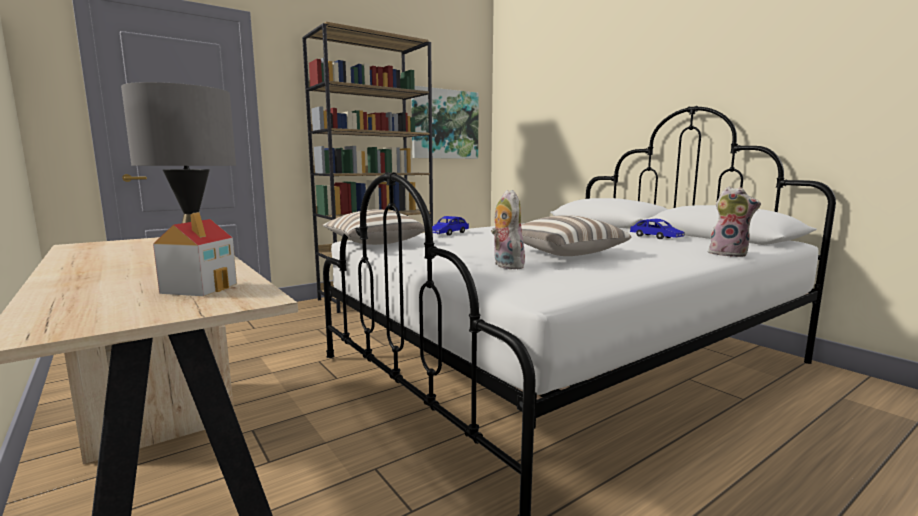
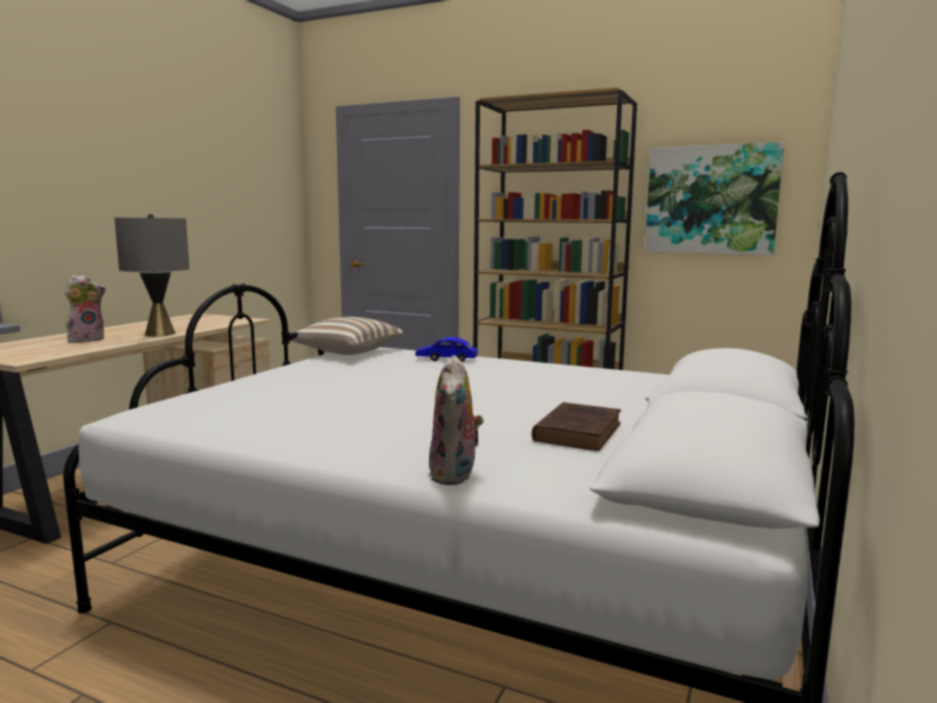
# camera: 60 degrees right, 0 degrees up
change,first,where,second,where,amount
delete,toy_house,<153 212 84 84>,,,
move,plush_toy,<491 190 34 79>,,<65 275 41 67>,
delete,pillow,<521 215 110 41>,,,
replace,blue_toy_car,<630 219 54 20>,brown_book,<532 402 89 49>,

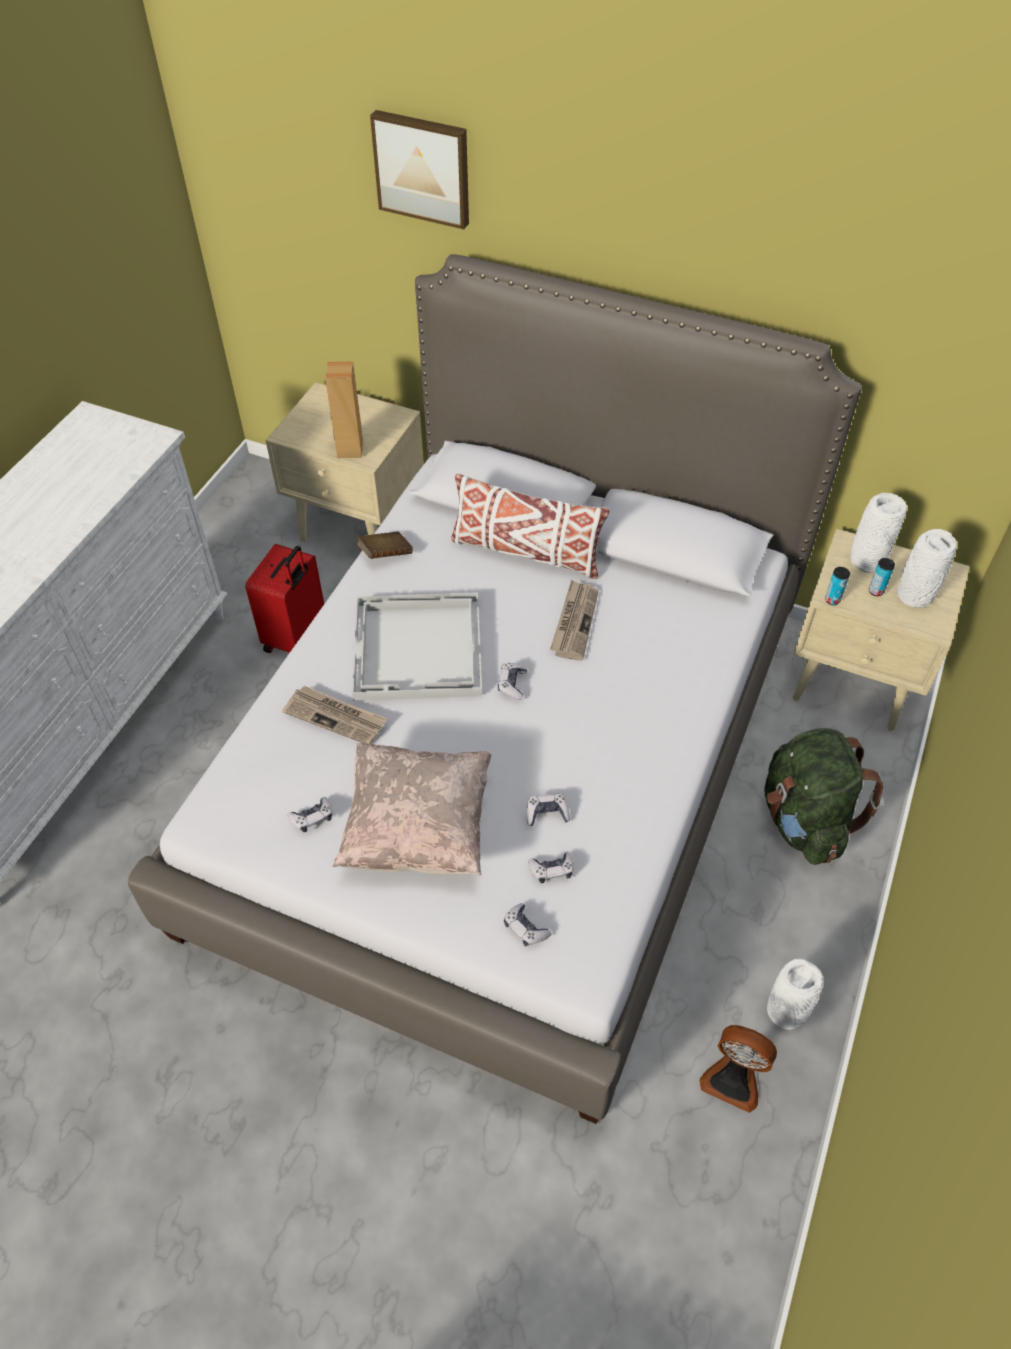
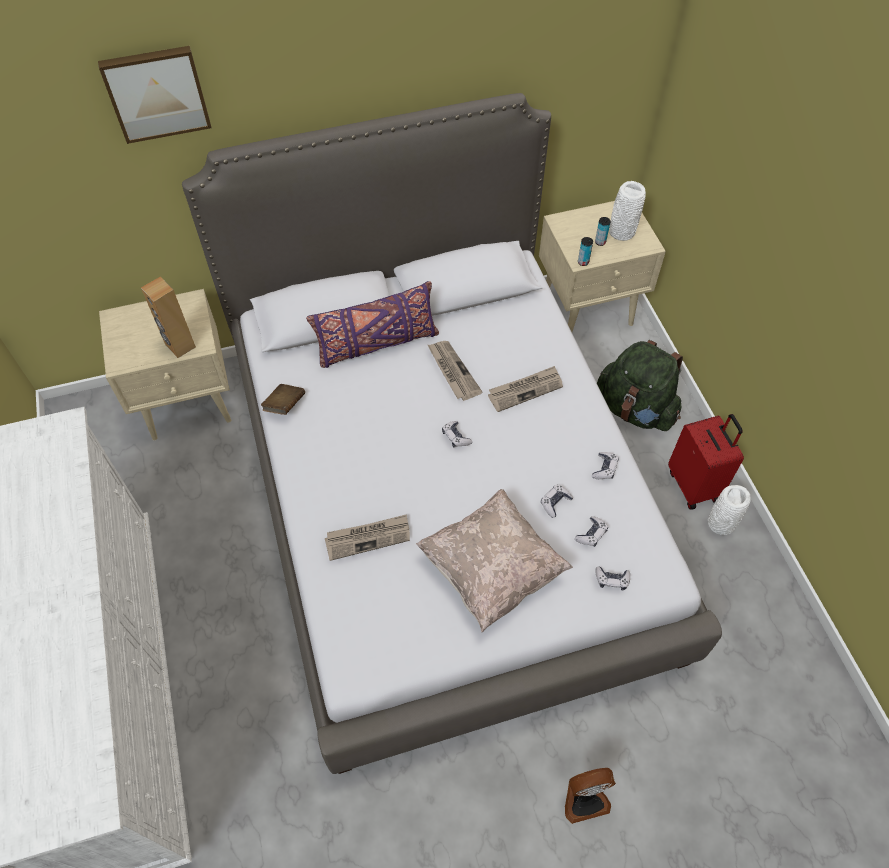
# camera: 40 degrees left, 5 degrees up
change,first,where,second,where,amount
move,red_suitcase,<245 544 79 109>,,<668 414 76 96>,
move,game_controller,<288 797 44 35>,,<592 452 27 27>,
delete,white_tray,<352 592 130 109>,,,
recolor,white_pillow,<451 474 158 105>,purple_pillow,<306 281 133 87>,
move,fan,<699 1025 78 88>,,<565 768 51 56>,
delete,white_vase,<850 493 57 80>,,,
insert,,,newspaper,<488 366 75 46>,

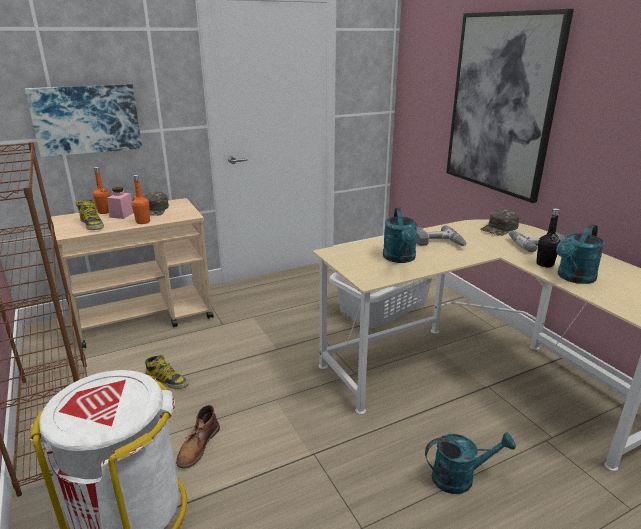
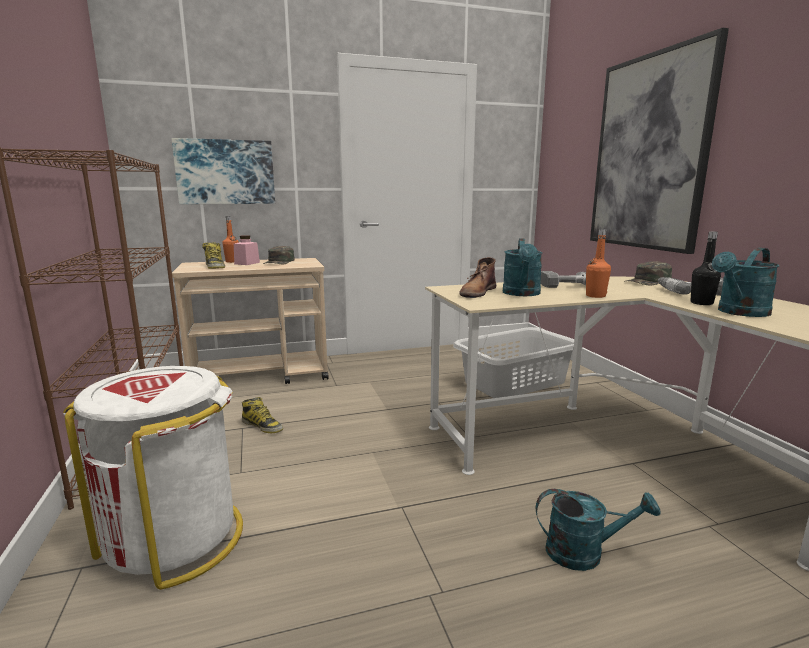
# camera: 10 degrees right, 10 degrees down
change,first,where,second,where,amount
move,orange_bottle,<131 175 19 49>,,<586 229 25 69>,
move,brown_boot,<176 405 44 64>,,<459 257 37 41>,

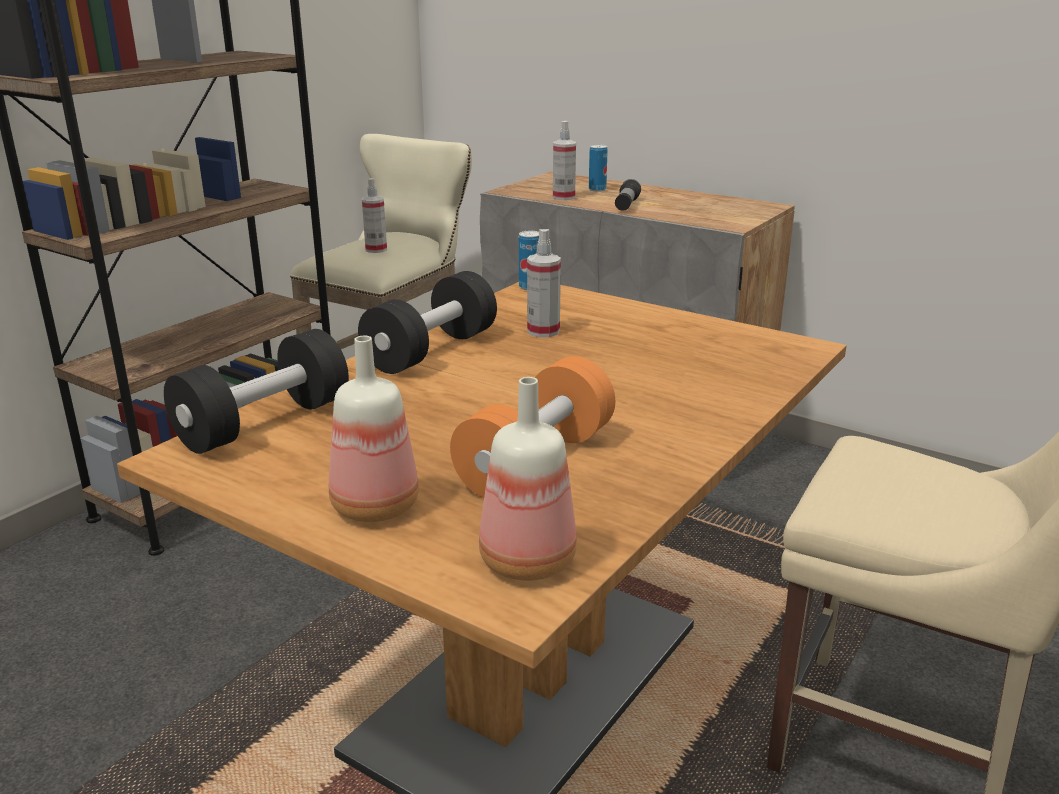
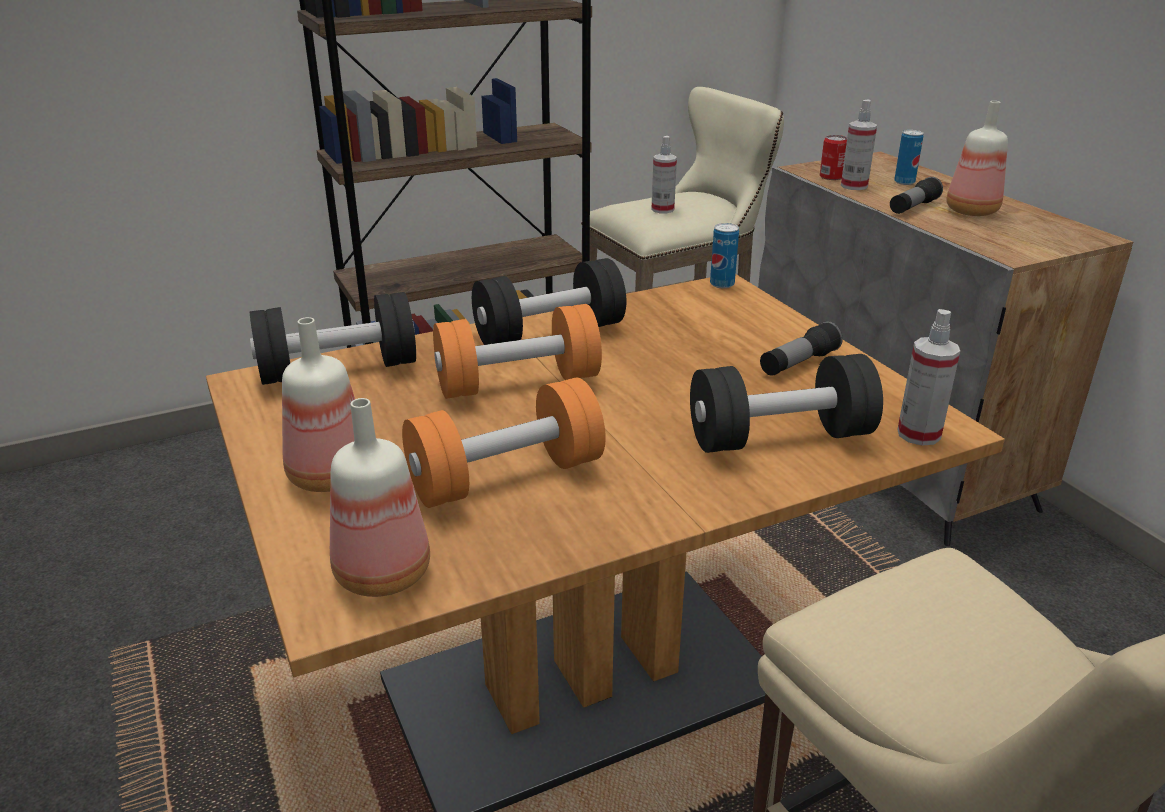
# camera: 30 degrees right, 5 degrees up
change,first,where,second,where,amount
move,spray_bottle,<527 229 34 108>,,<897 309 63 137>,
insert,,,orange_dumbbell,<433 304 169 95>,
insert,,,black_dumbbell,<690 354 193 99>,
insert,,,flashlight,<760 321 83 55>,
insert,,,can,<820 135 27 45>,
insert,,,bottle,<946 101 62 115>,

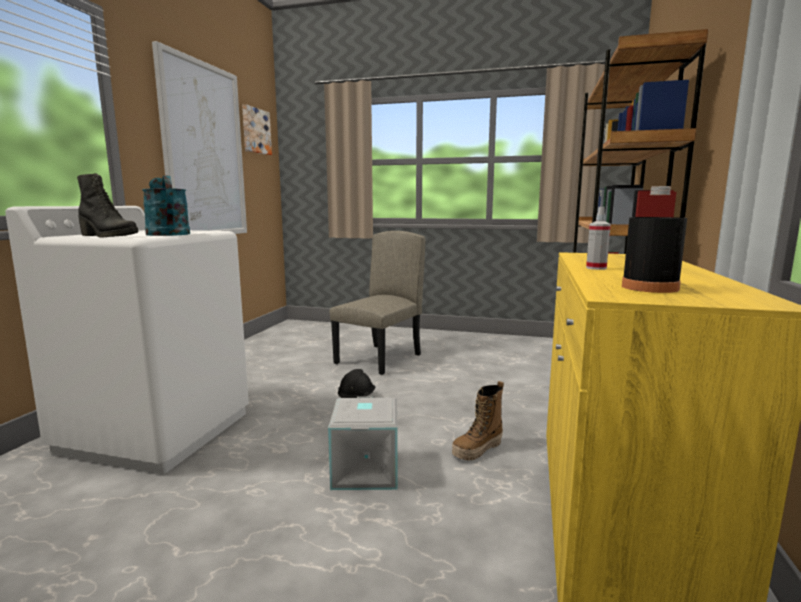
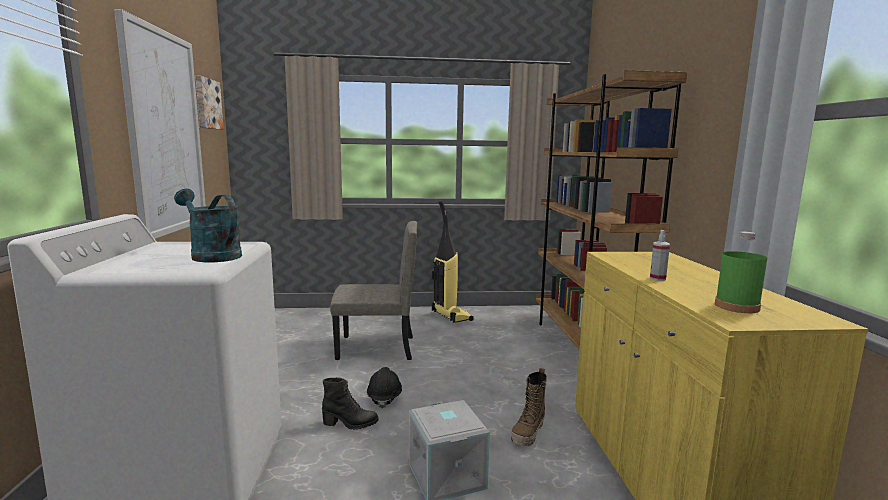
# camera: 20 degrees left, 0 degrees up
change,first,where,second,where,amount
move,black_boot,<77 173 62 65>,,<322 377 57 53>,
rotate,beige_chair,<330 231 95 144>,,<330 221 87 139>,75 degrees clockwise
recolor,black_bottle,<622 186 65 107>,green_bottle,<715 232 52 81>,
insert,,,vacuum_cleaner,<432 200 42 123>,

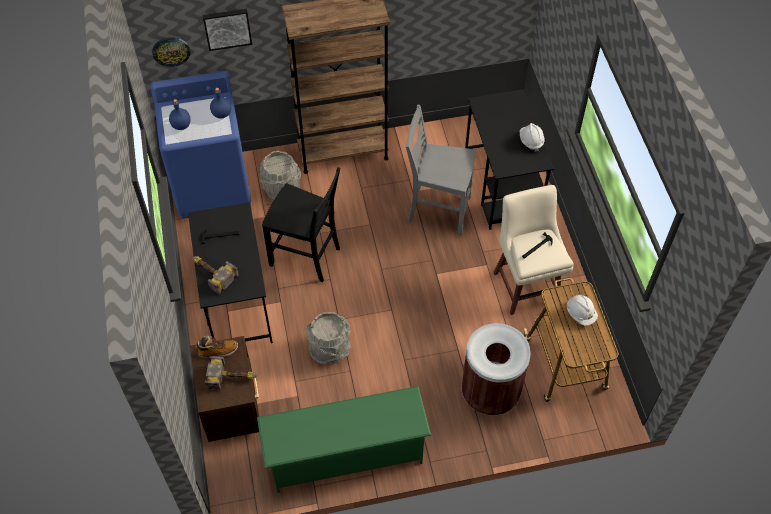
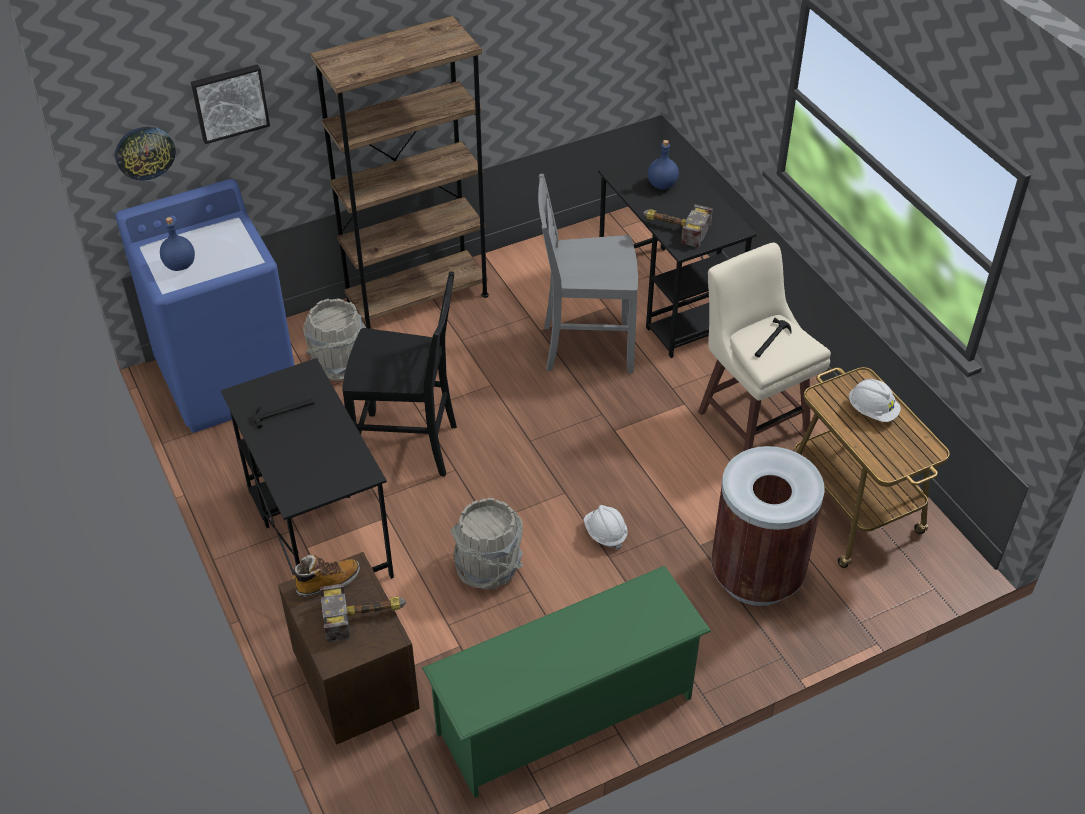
# camera: 15 degrees left, 10 degrees down
change,first,where,second,where,amount
move,hammer,<193 256 46 39>,,<643 204 70 44>,
move,blue_bottle,<210 88 21 30>,,<648 140 31 49>,
move,white_hard_hat,<520 123 24 29>,,<584 505 43 45>,

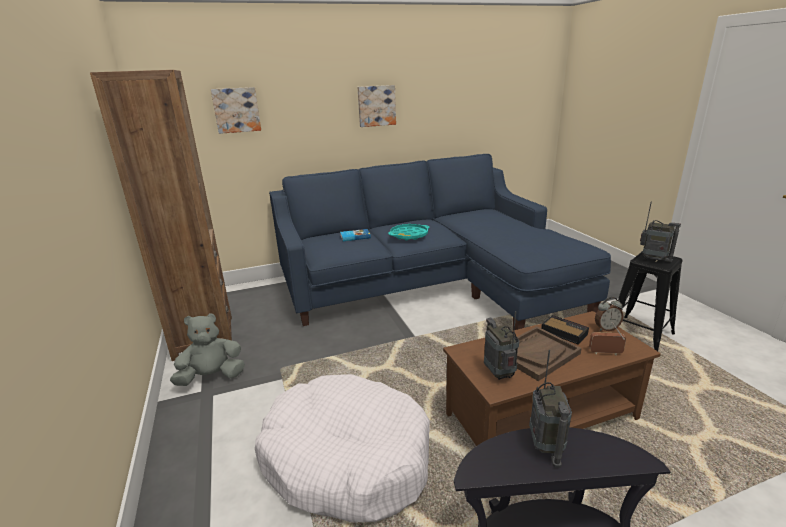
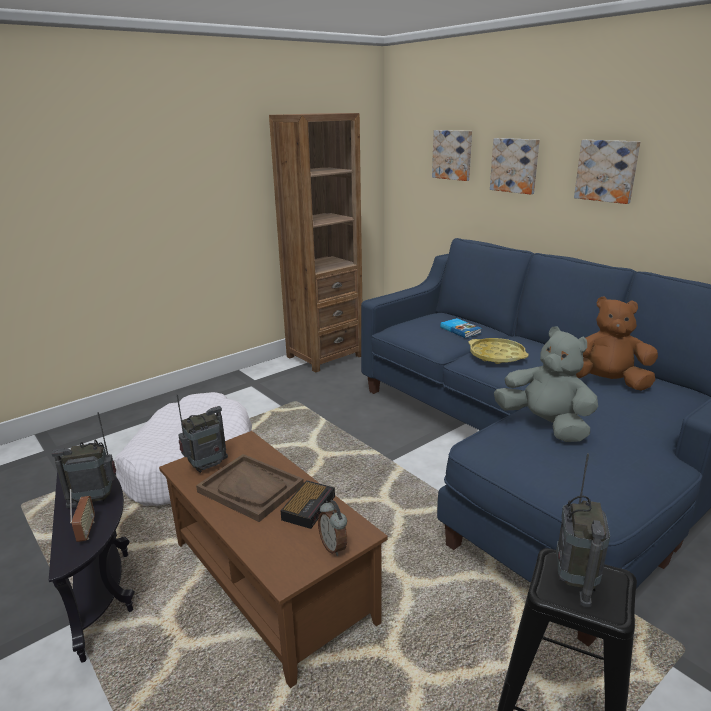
# camera: 70 degrees right, 0 degrees up
change,first,where,second,where,amount
move,grey_plush_toy,<170 313 75 73>,,<494 326 104 116>,
recolor,turquoise_tray,<388 224 41 17>,yellow_tray,<468 338 61 26>,
move,radio,<589 322 37 33>,,<70 489 25 53>,
insert,,,picture,<490 138 50 56>,
insert,,,brown_plush_toy,<576 296 82 95>,

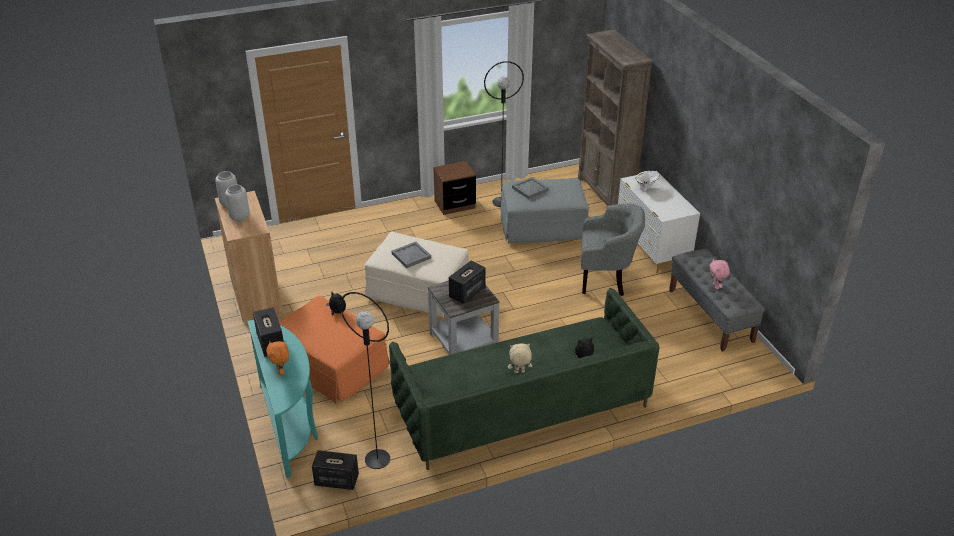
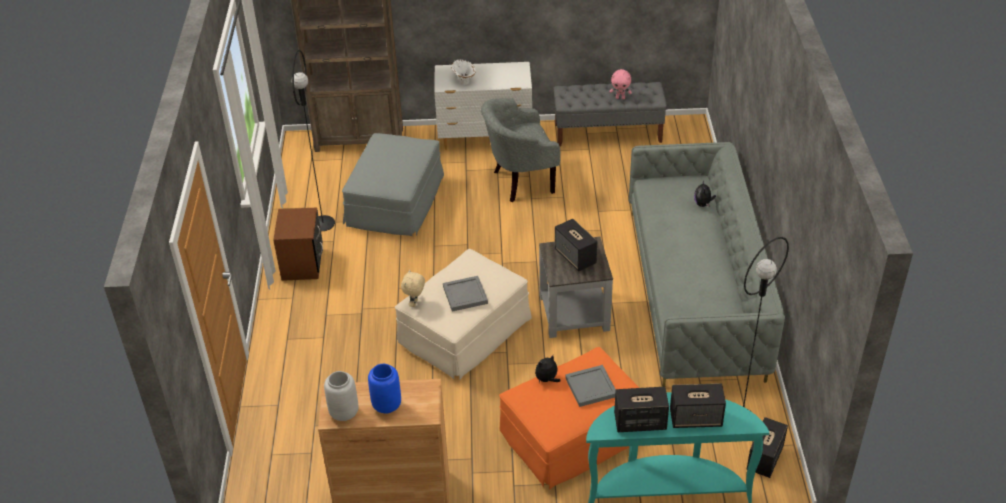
# camera: 70 degrees left, 5 degrees up
change,first,where,second,where,amount
recolor,grey_vase,<225 185 25 36>,blue_vase,<368 364 33 50>,
replace,orange_plush_toy,<266 341 23 34>,speaker,<670 383 56 45>,
recolor,green_sofa,<389 288 270 182>,grey_sofa,<629 142 156 245>,
move,beige_plush_toy,<508 344 24 29>,,<401 270 24 37>,
move,grey_tray,<512 177 37 22>,,<565 365 51 42>,
rotate,grey_armchair,<581 204 64 92>,,<481 98 80 104>,135 degrees counterclockwise

